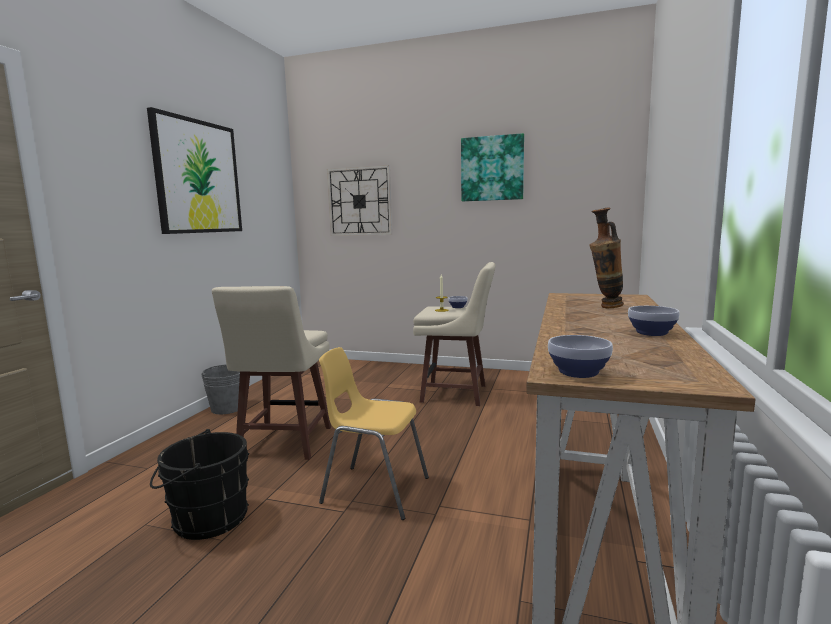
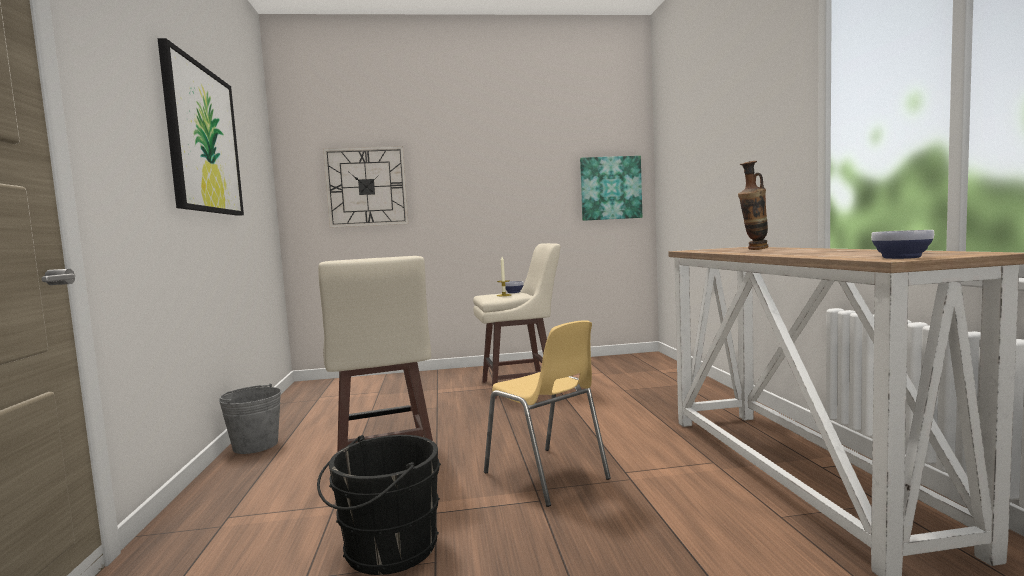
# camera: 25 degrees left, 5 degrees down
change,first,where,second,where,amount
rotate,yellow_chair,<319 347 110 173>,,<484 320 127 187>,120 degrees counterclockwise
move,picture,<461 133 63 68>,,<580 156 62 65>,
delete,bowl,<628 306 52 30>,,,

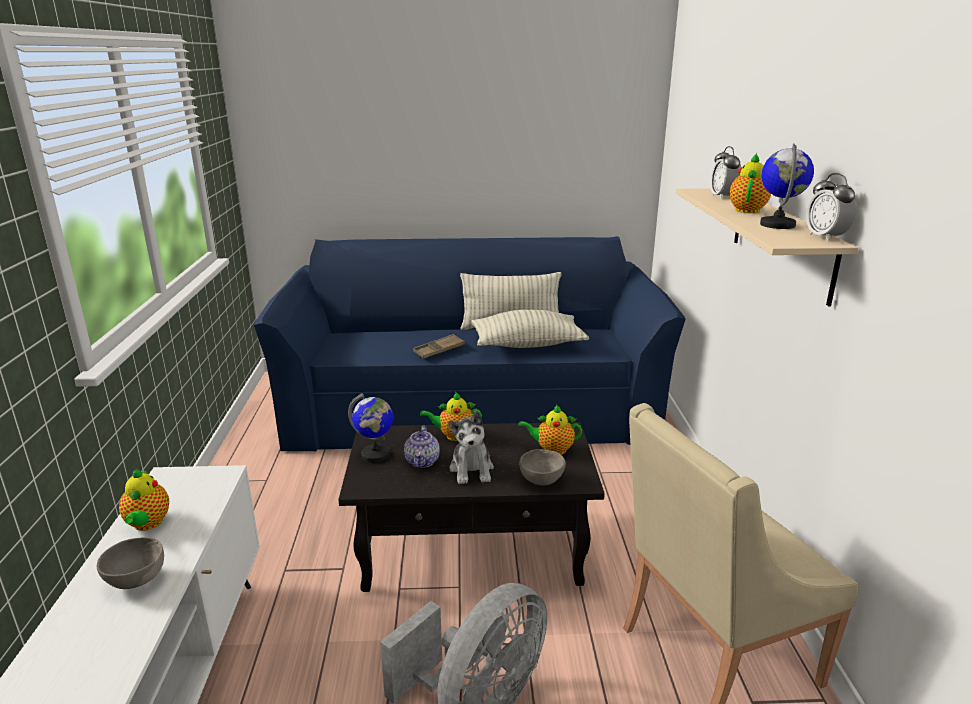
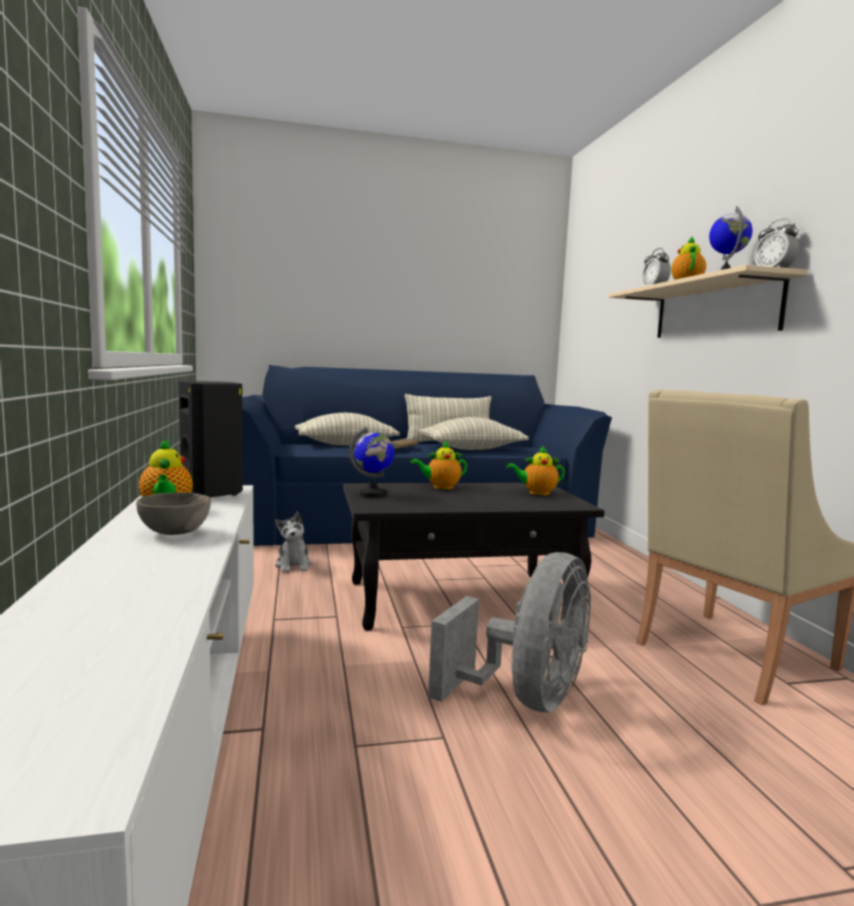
# camera: 10 degrees left, 15 degrees down
change,first,where,second,where,amount
delete,teapot,<404 426 36 42>,,,
move,plush_toy,<448 410 46 74>,,<275 511 36 61>,
delete,grey_bowl,<520 449 46 36>,,,
insert,,,black_speaker,<179 381 64 116>,
insert,,,pillow,<295 413 105 32>,

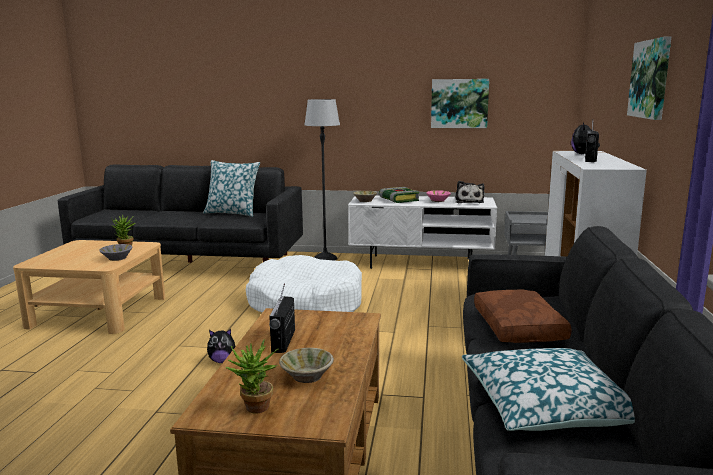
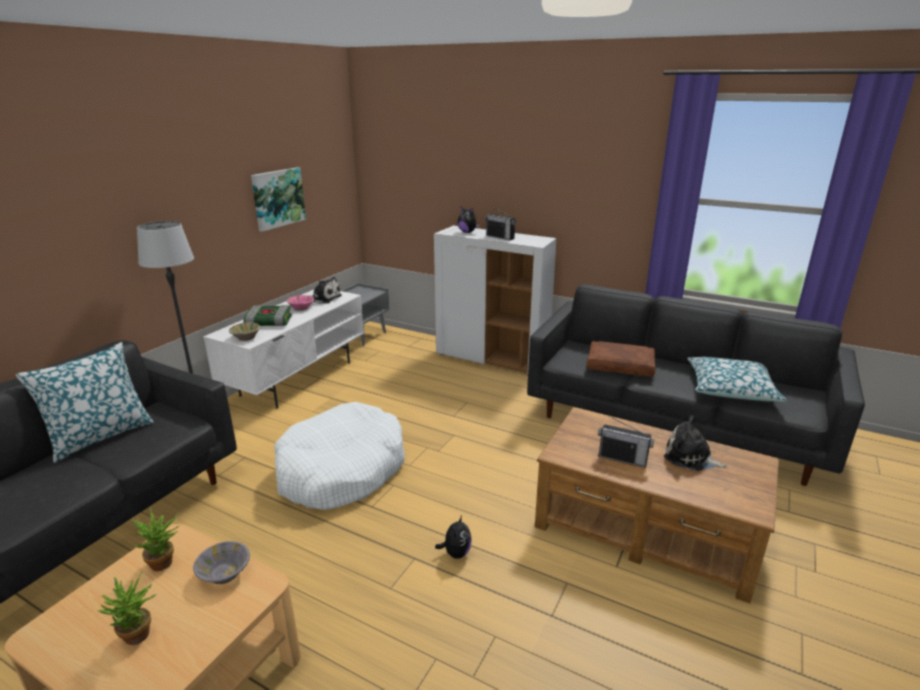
# camera: 70 degrees left, 10 degrees up
change,first,where,second,where,amount
move,potted_plant,<226 339 52 75>,,<98 572 59 73>,
replace,beige_bowl,<279 348 55 35>,plush_toy,<664 416 64 55>,
delete,picture,<627 36 44 84>,,,

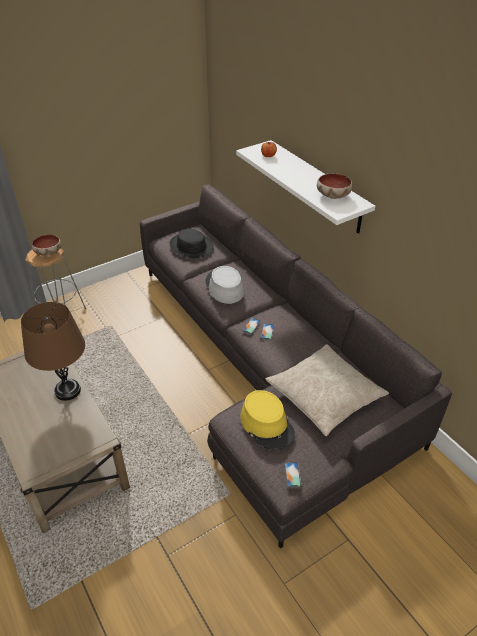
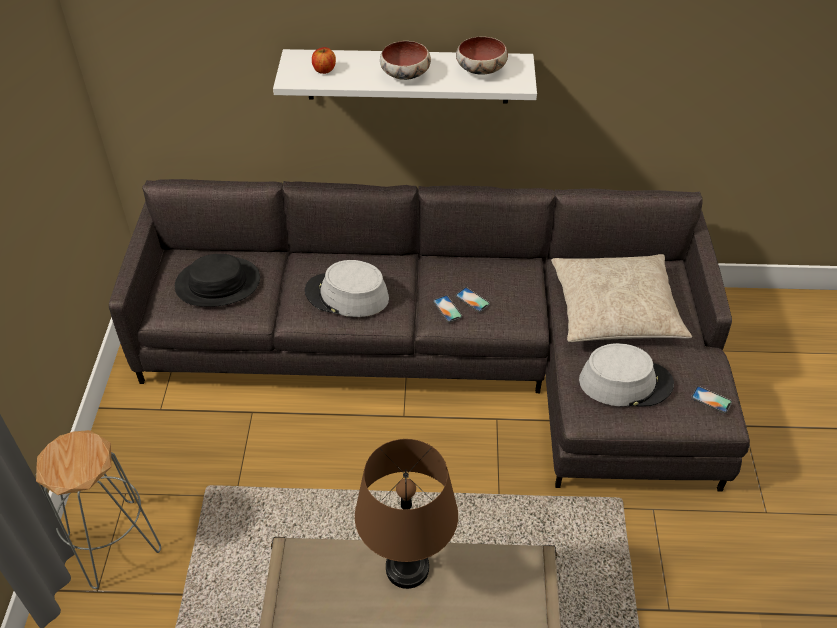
# camera: 55 degrees left, 5 degrees up
change,first,where,second,where,amount
move,bowl,<32 235 30 21>,,<380 41 51 39>,
recolor,yellow_hat,<240 390 55 59>,grey_hat,<579 343 95 64>,

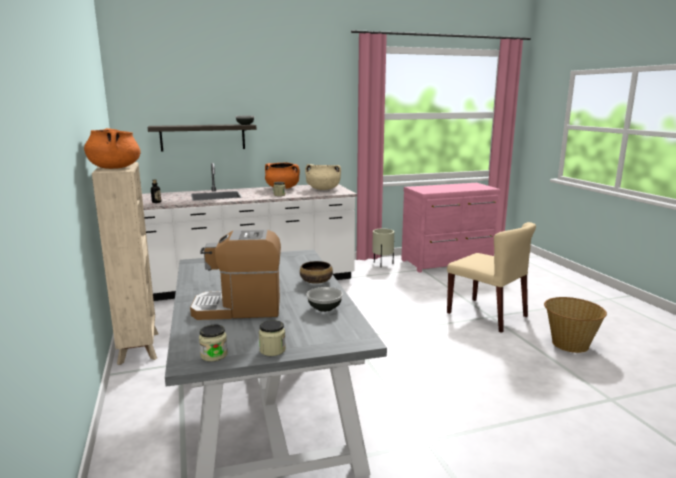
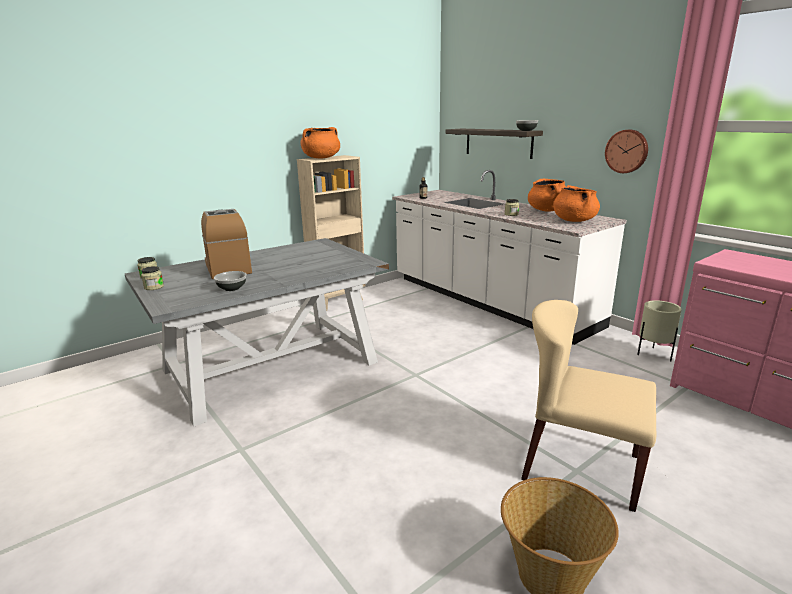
# camera: 70 degrees right, 5 degrees up
change,first,where,second,where,amount
delete,bowl,<300 261 33 23>,,,
recolor,beige_cooking_pot,<305 164 36 26>,orange_cooking_pot,<553 185 47 37>,
rotate,beige_chair,<447 222 89 111>,,<521 300 135 212>,90 degrees clockwise
insert,,,wall_clock,<605 129 43 44>,

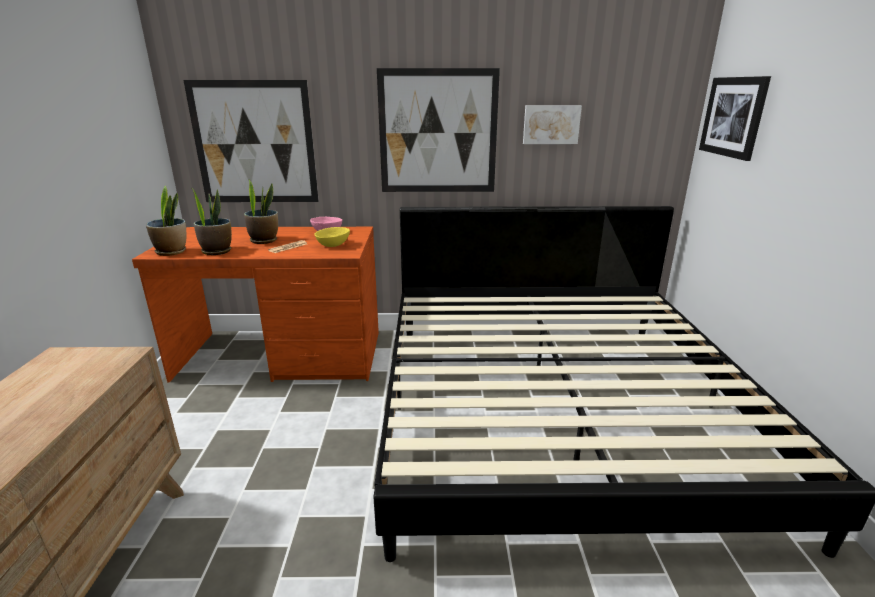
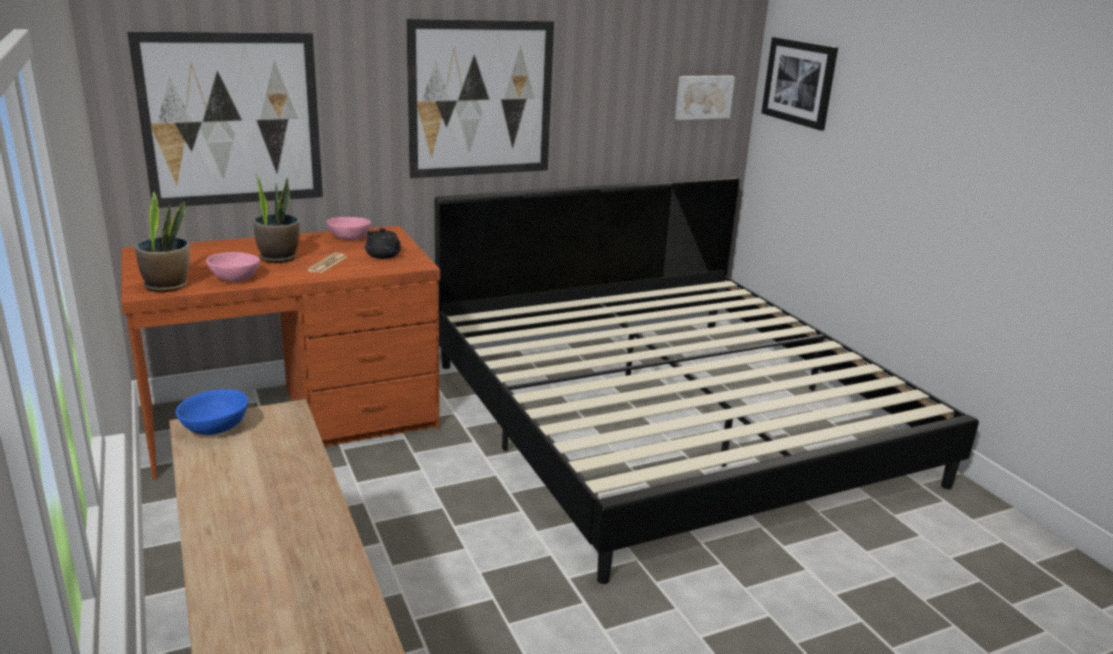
# camera: 25 degrees left, 0 degrees up
change,first,where,second,where,amount
replace,potted_plant,<193 189 39 66>,pink_bowl,<206 252 54 30>,
replace,yellow_bowl,<314 227 36 20>,black_teapot,<365 228 36 31>,
move,picture,<523 105 59 39>,,<675 75 60 45>,
insert,,,blue_bowl,<176 389 73 46>,

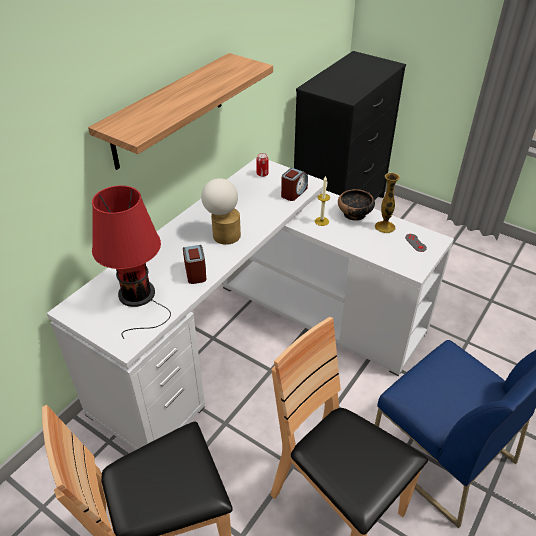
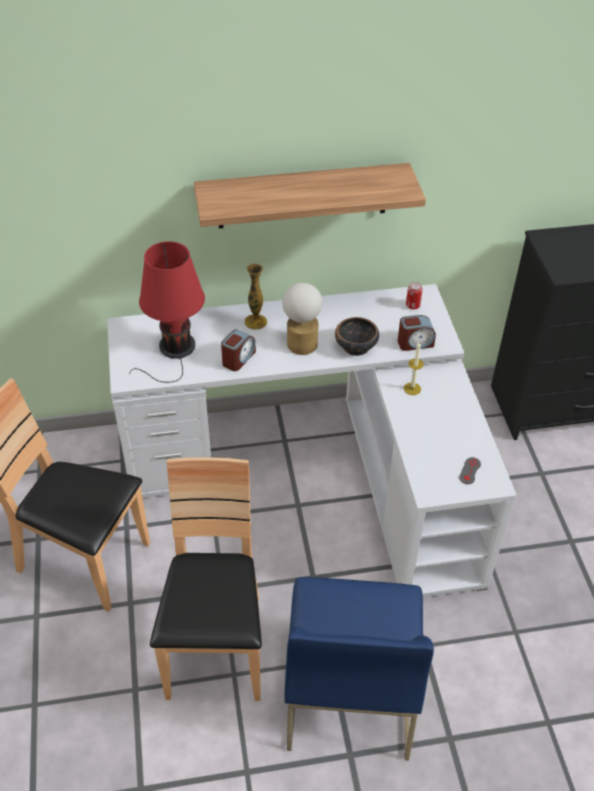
# camera: 45 degrees right, 5 degrees up
change,first,where,second,where,amount
move,bowl,<338 189 37 32>,,<335 317 44 39>,
move,vase,<375 173 25 60>,,<244 263 23 67>,

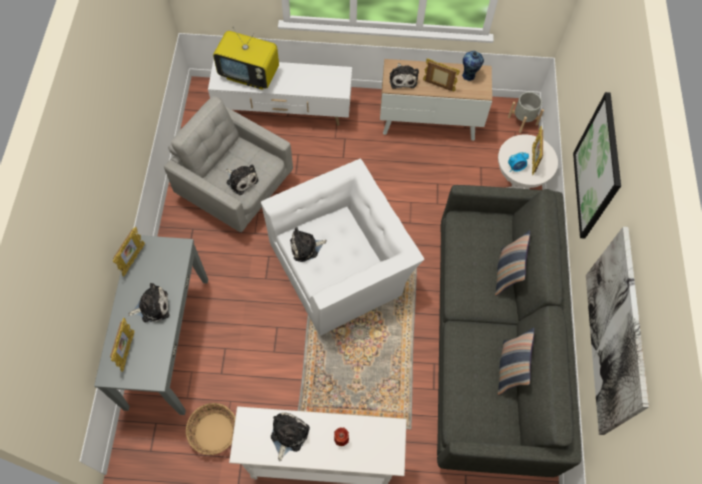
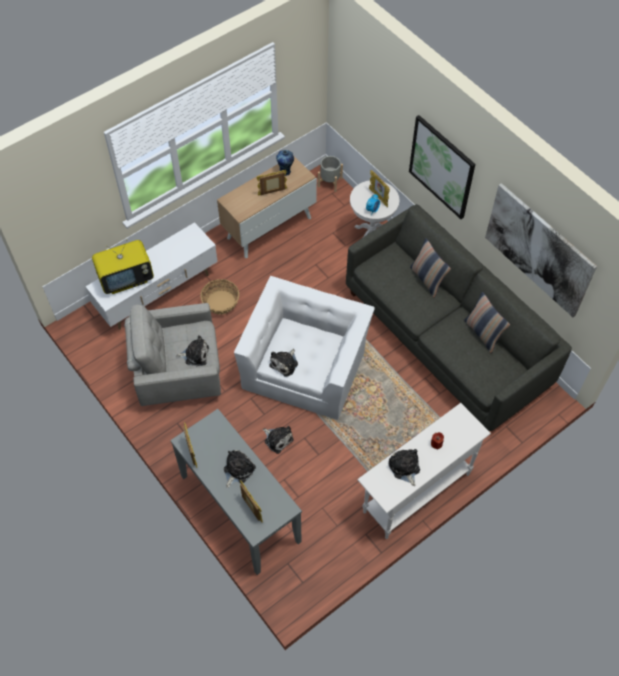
# camera: 40 degrees left, 5 degrees down
change,first,where,second,where,amount
move,basket,<186 403 49 52>,,<200 279 39 36>,
move,plush_toy,<390 63 29 26>,,<263 426 31 28>,

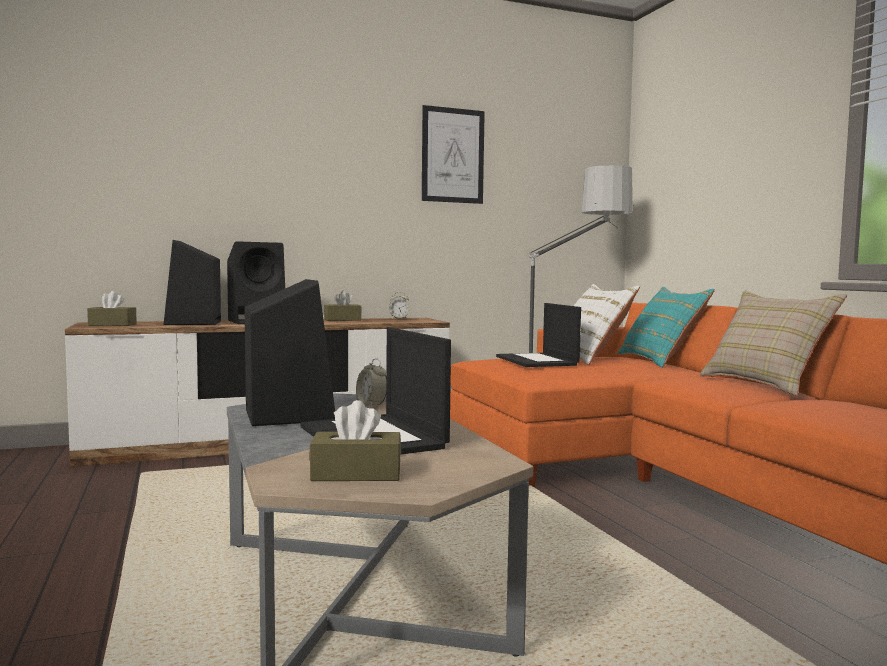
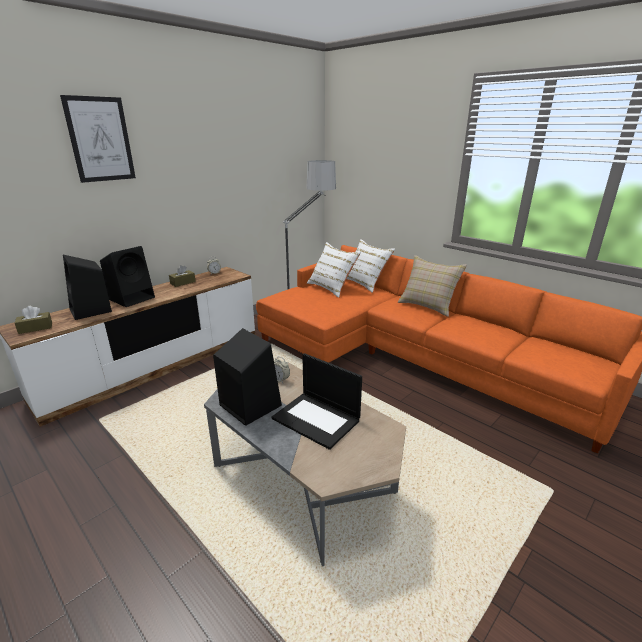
# camera: 25 degrees left, 20 degrees up
change,first,where,second,where,amount
delete,brown_tissue_box,<309 400 92 81>,,,
move,picture,<422 105 63 99>,,<60 95 76 88>,
delete,laptop,<496 303 85 64>,,,
recolor,turquoise_pillow,<618 287 97 81>,white_pillow,<346 239 49 54>,

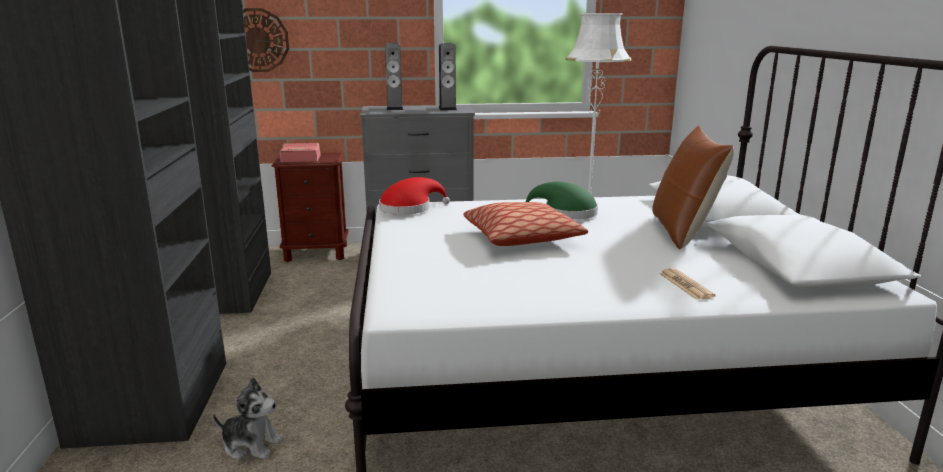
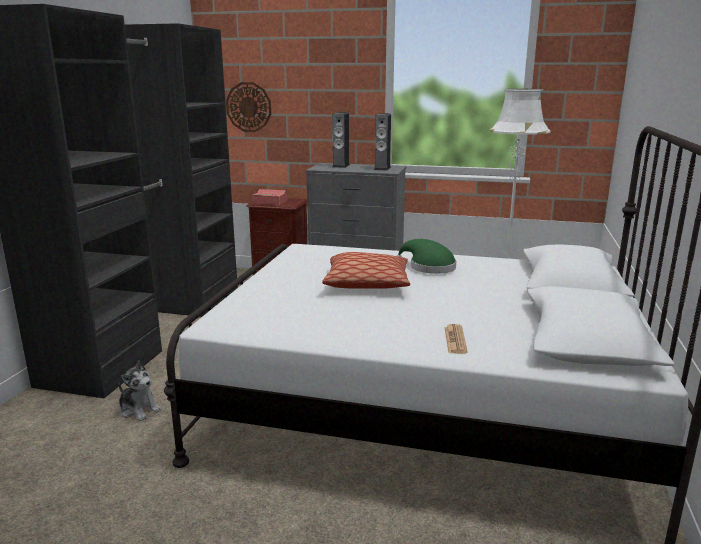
# camera: 20 degrees right, 0 degrees up
change,first,where,second,where,amount
delete,red_hat,<379 177 71 38>,,,
delete,brown_pillow,<652 125 82 125>,,,

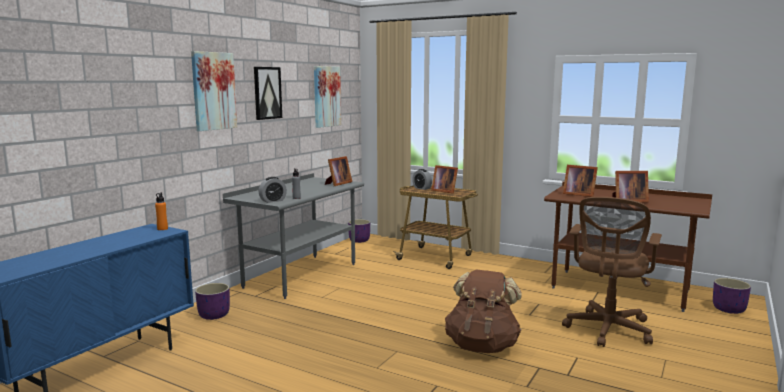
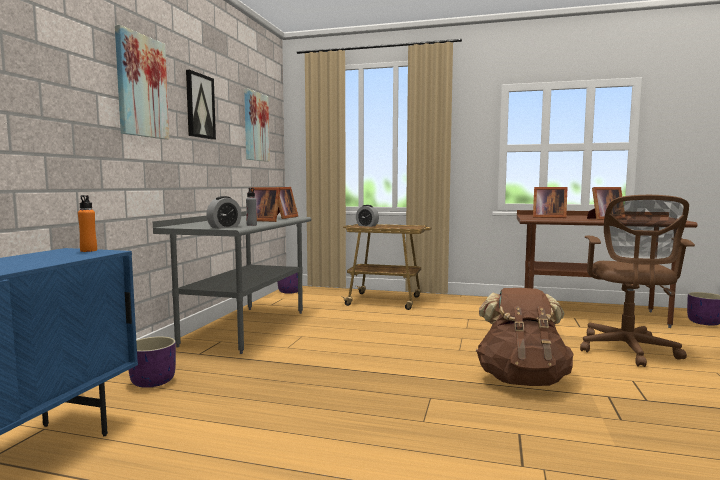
# camera: 15 degrees left, 5 degrees down
change,first,where,second,where,amount
move,picture_frame,<431 165 27 29>,,<250 187 31 35>,

